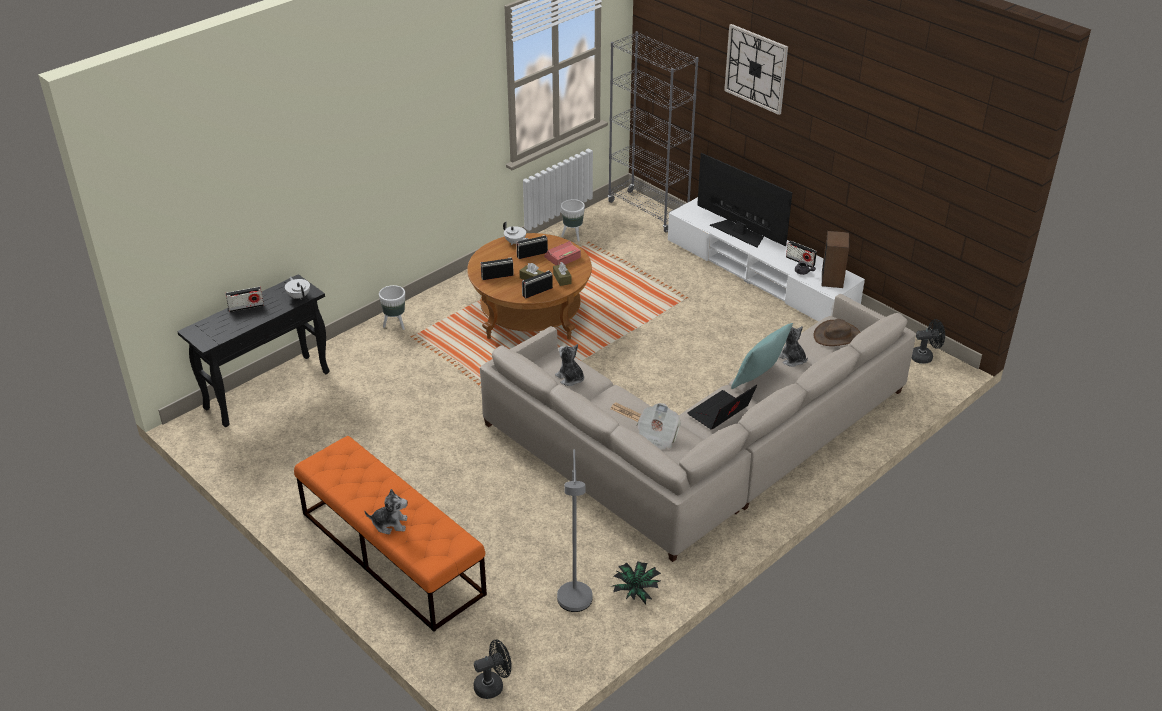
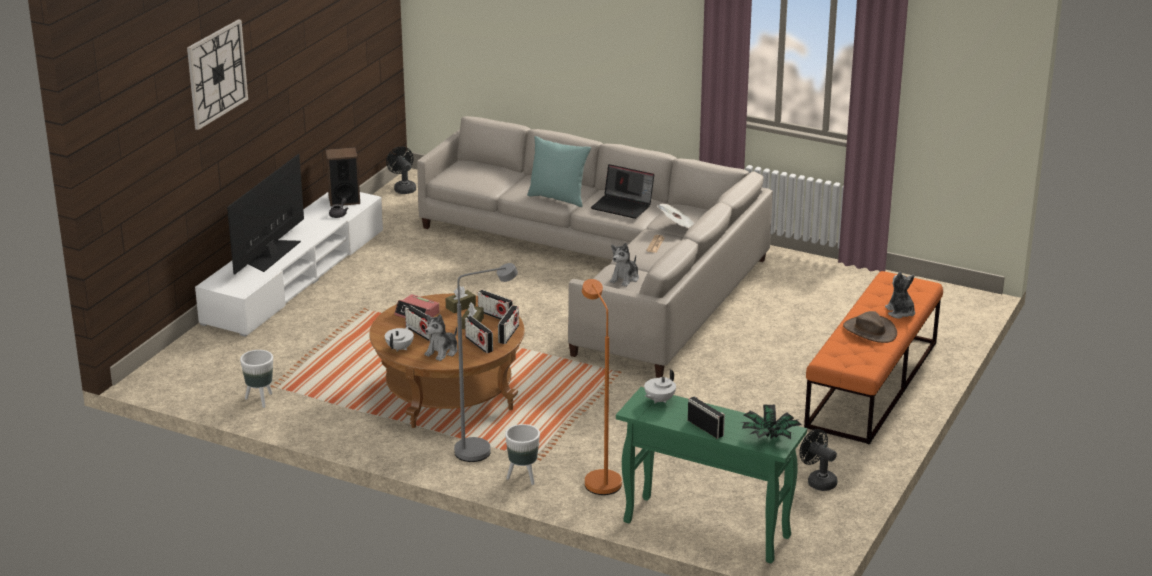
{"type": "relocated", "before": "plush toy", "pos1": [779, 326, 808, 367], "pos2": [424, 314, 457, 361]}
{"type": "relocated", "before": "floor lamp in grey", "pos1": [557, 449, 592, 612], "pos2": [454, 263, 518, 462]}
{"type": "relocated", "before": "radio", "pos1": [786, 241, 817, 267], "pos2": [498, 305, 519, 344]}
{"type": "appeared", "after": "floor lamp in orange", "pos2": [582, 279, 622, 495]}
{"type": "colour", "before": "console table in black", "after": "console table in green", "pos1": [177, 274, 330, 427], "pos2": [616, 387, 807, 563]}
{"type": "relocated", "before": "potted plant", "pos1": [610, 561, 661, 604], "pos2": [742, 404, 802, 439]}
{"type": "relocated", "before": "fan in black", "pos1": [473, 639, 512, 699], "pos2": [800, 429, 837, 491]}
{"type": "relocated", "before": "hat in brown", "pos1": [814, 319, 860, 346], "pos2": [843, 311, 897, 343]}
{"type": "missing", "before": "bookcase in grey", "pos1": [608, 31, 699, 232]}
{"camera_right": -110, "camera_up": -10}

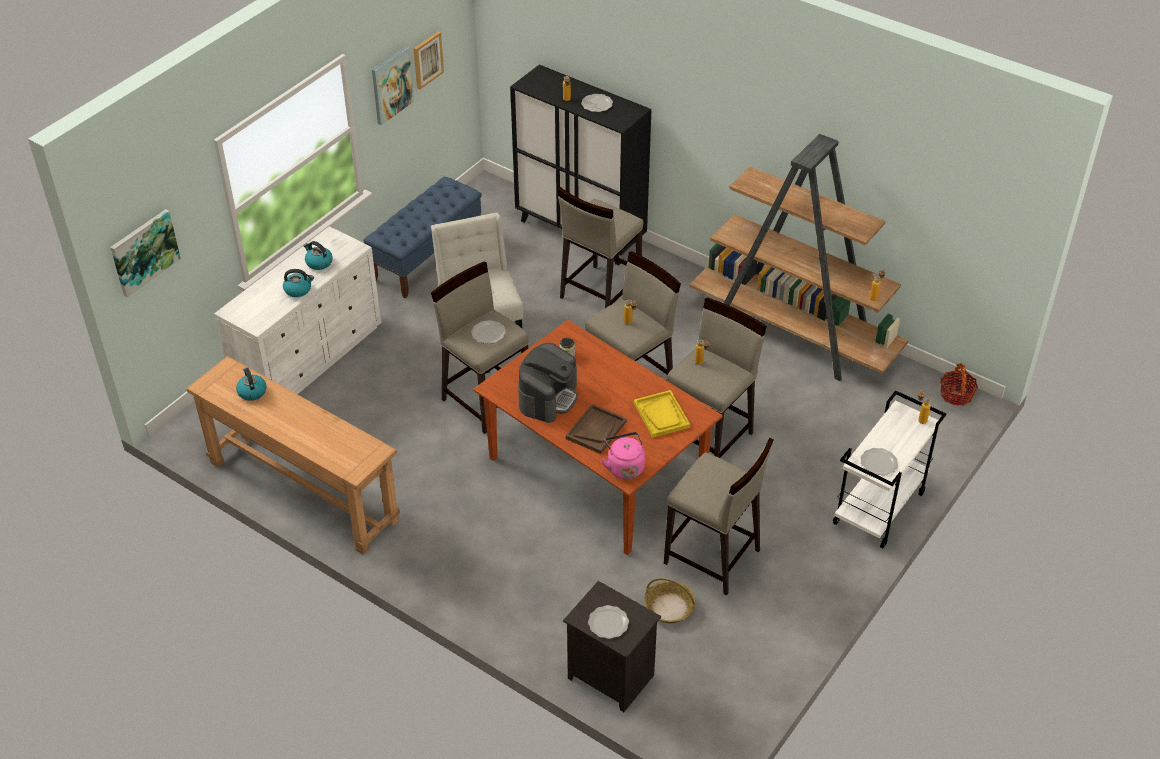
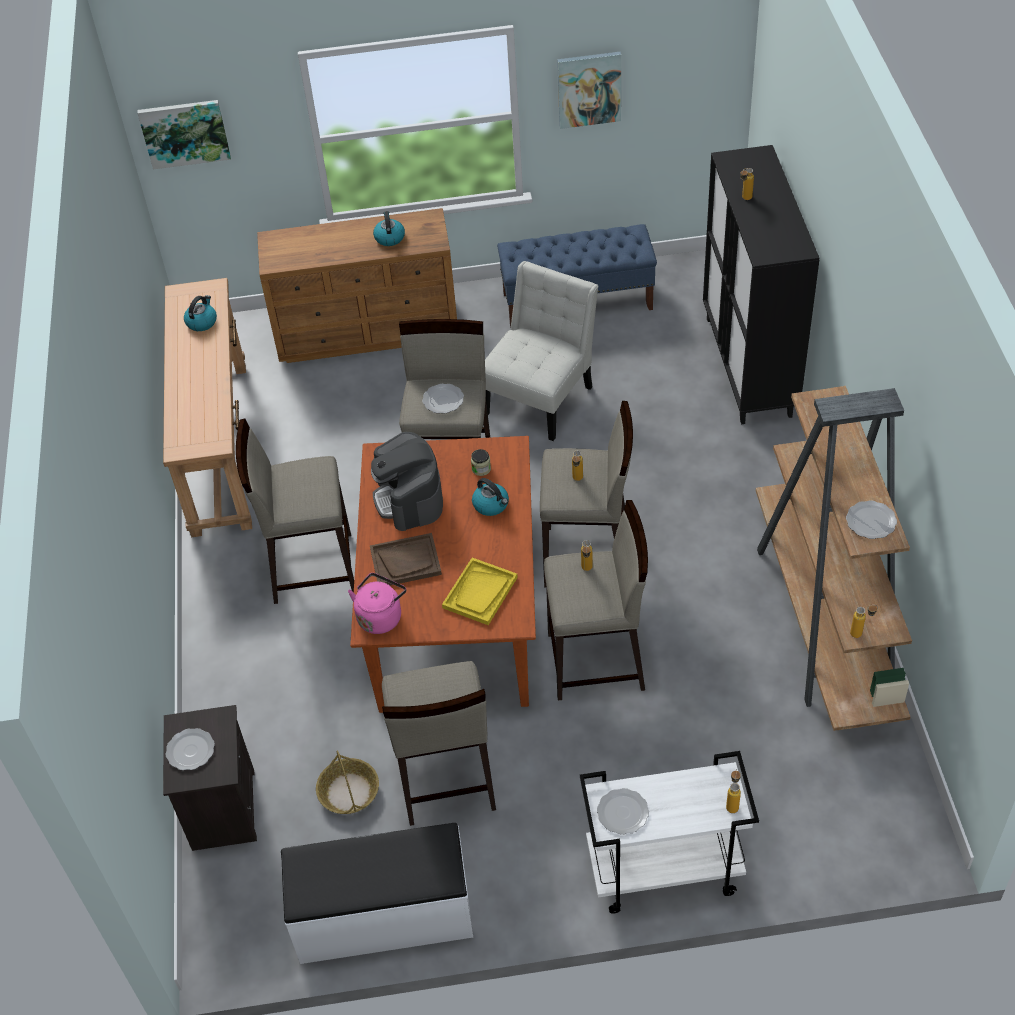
{"type": "relocated", "before": "stool in beige", "pos1": [557, 186, 643, 308], "pos2": [236, 418, 354, 604]}
{"type": "colour", "before": "dresser in white", "after": "dresser in brown", "pos1": [214, 226, 381, 394], "pos2": [257, 208, 457, 363]}
{"type": "appeared", "after": "bench in white", "pos2": [281, 823, 473, 964]}
{"type": "spun", "before": "coffee machine", "pos1": [518, 343, 578, 423], "pos2": [371, 432, 443, 531], "turn": 90}
{"type": "relocated", "before": "kettle", "pos1": [283, 269, 314, 297], "pos2": [472, 478, 509, 516]}
{"type": "relocated", "before": "plate", "pos1": [581, 94, 613, 112], "pos2": [846, 500, 897, 539]}
{"type": "missing", "before": "picture", "pos1": [413, 31, 444, 90]}
{"type": "missing", "before": "basket", "pos1": [940, 363, 978, 405]}
{"camera_right": 50, "camera_up": 5}

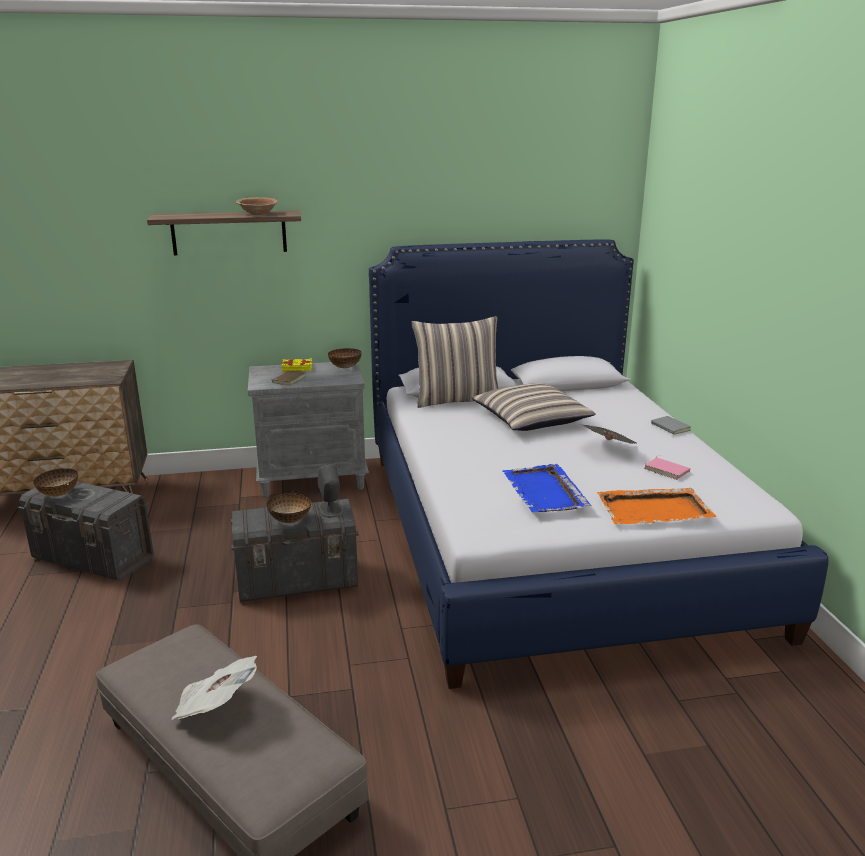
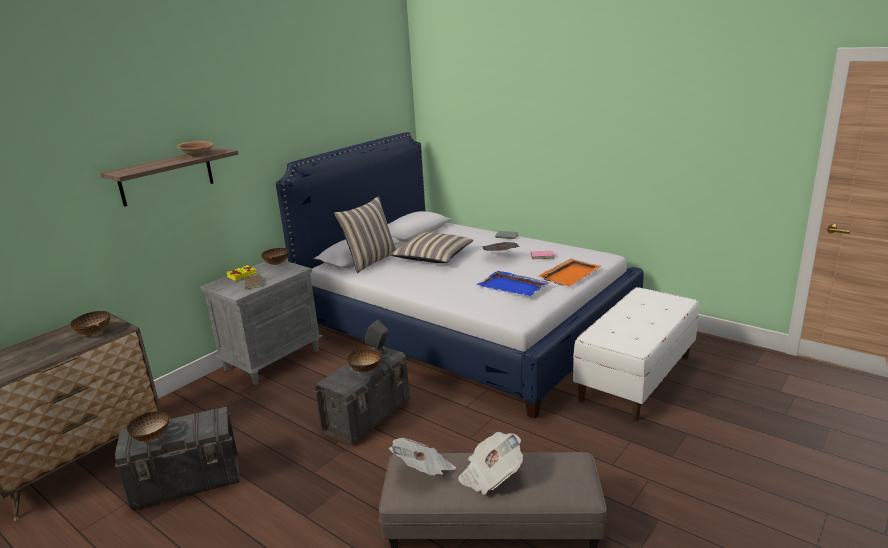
{"type": "appeared", "after": "bowl", "pos2": [70, 311, 110, 336]}
{"type": "appeared", "after": "newspaper", "pos2": [389, 438, 456, 476]}
{"type": "appeared", "after": "bench in white", "pos2": [573, 287, 699, 421]}
{"camera_right": -40, "camera_up": 0}

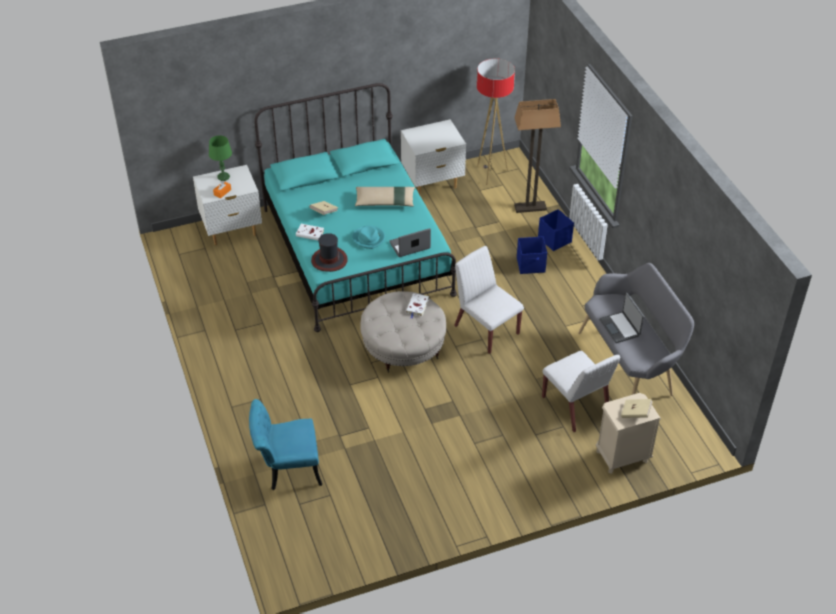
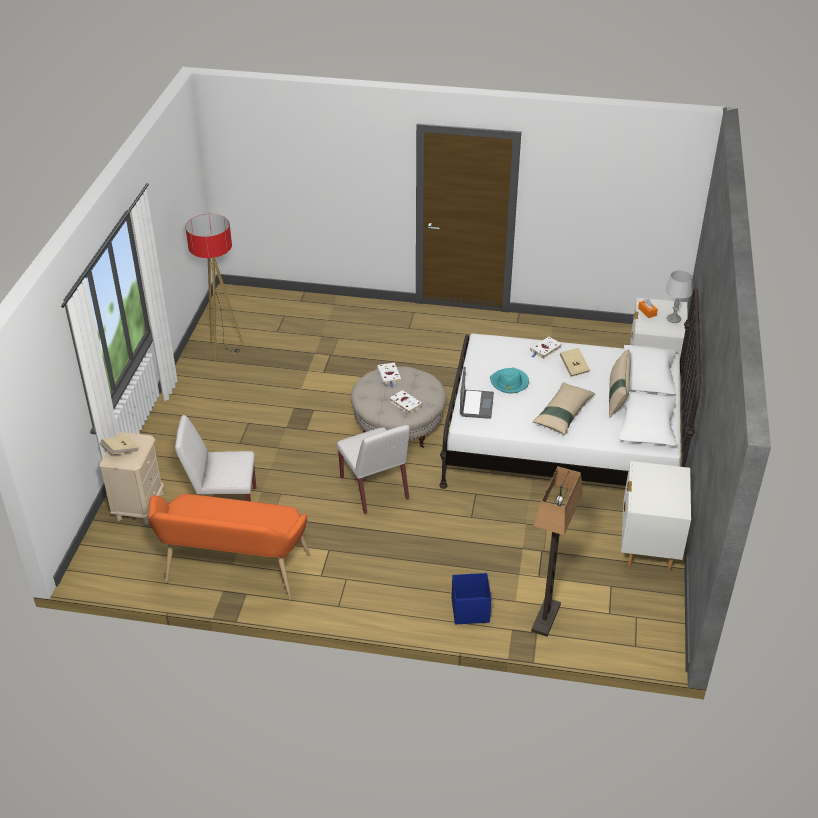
{"type": "colour", "before": "bench in grey", "after": "bench in orange", "pos1": [578, 263, 694, 396], "pos2": [148, 494, 311, 600]}
{"type": "relocated", "before": "floor lamp", "pos1": [477, 58, 515, 185], "pos2": [186, 214, 244, 362]}
{"type": "spun", "before": "chair in white", "pos1": [454, 246, 524, 354], "pos2": [336, 425, 410, 514], "turn": 75}
{"type": "appeared", "after": "book in white", "pos2": [377, 362, 401, 388]}
{"type": "colour", "before": "bed in turquoise", "after": "bed in white", "pos1": [254, 83, 457, 332], "pos2": [439, 288, 701, 489]}
{"type": "appeared", "after": "pillow in beige", "pos2": [609, 349, 630, 418]}
{"type": "colour", "before": "table lamp in green", "after": "table lamp in grey", "pos1": [209, 135, 232, 181], "pos2": [665, 270, 693, 323]}
{"type": "missing", "before": "chair in turquoise", "pos1": [249, 399, 322, 490]}
{"type": "missing", "before": "hat", "pos1": [311, 233, 348, 272]}
{"type": "missing", "before": "storage box in blue", "pos1": [517, 237, 547, 274]}
{"type": "missing", "before": "laptop", "pos1": [599, 293, 644, 343]}
{"camera_right": 120, "camera_up": -5}

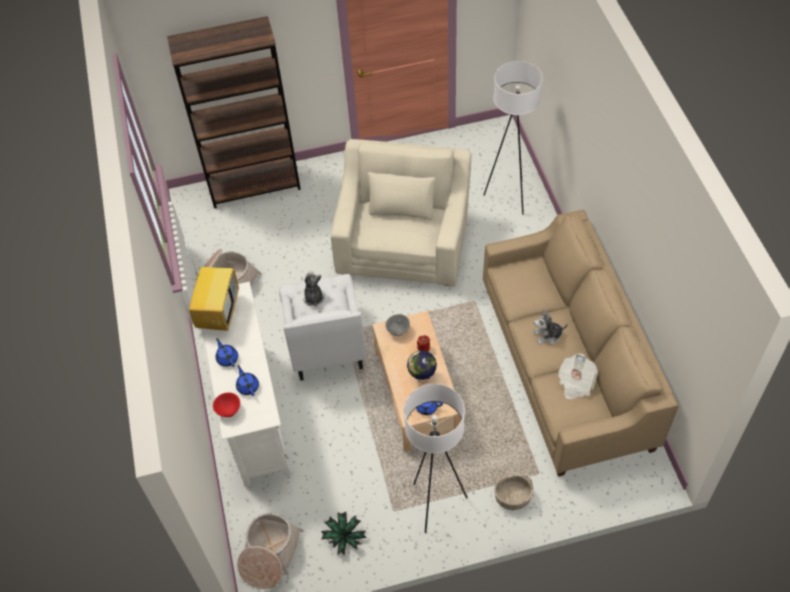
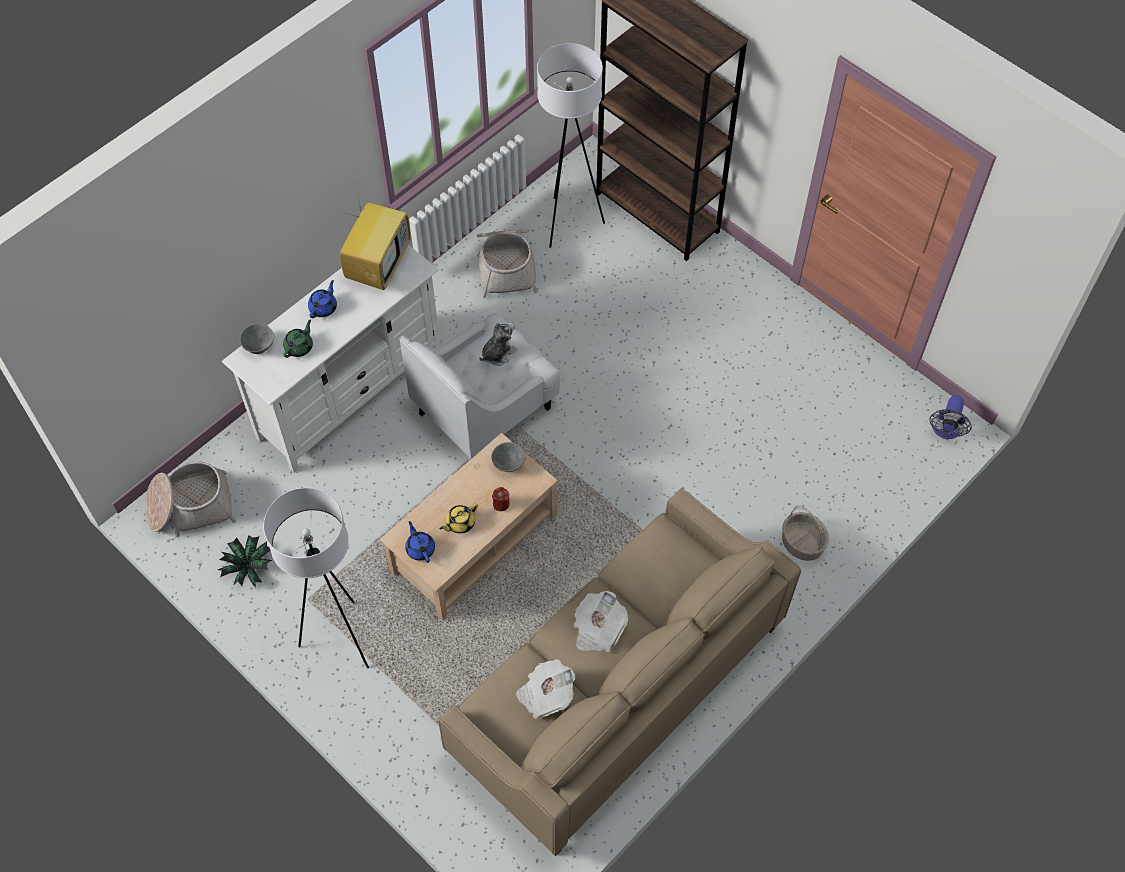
{"type": "colour", "before": "bowl in red", "after": "bowl in grey", "pos1": [213, 392, 240, 417], "pos2": [240, 324, 274, 354]}
{"type": "colour", "before": "teapot in blue", "after": "teapot in green", "pos1": [236, 365, 259, 396], "pos2": [283, 320, 313, 358]}
{"type": "spun", "before": "television", "pos1": [189, 259, 239, 331], "pos2": [340, 186, 411, 290], "turn": -45}
{"type": "exchanged", "before": "globe", "after": "teapot in yellow", "pos1": [407, 350, 437, 383], "pos2": [440, 503, 478, 534]}
{"type": "relocated", "before": "floor lamp in white", "pos1": [484, 61, 543, 215], "pos2": [537, 43, 605, 248]}
{"type": "exchanged", "before": "plush toy", "after": "newspaper", "pos1": [534, 309, 568, 345], "pos2": [573, 591, 628, 652]}
{"type": "relocated", "before": "basket", "pos1": [494, 474, 533, 510], "pos2": [782, 505, 829, 561]}
{"type": "appeared", "after": "fan", "pos2": [929, 395, 972, 439]}
{"type": "missing", "before": "armchair in beige", "pos1": [330, 139, 472, 287]}
{"camera_right": 55, "camera_up": 5}

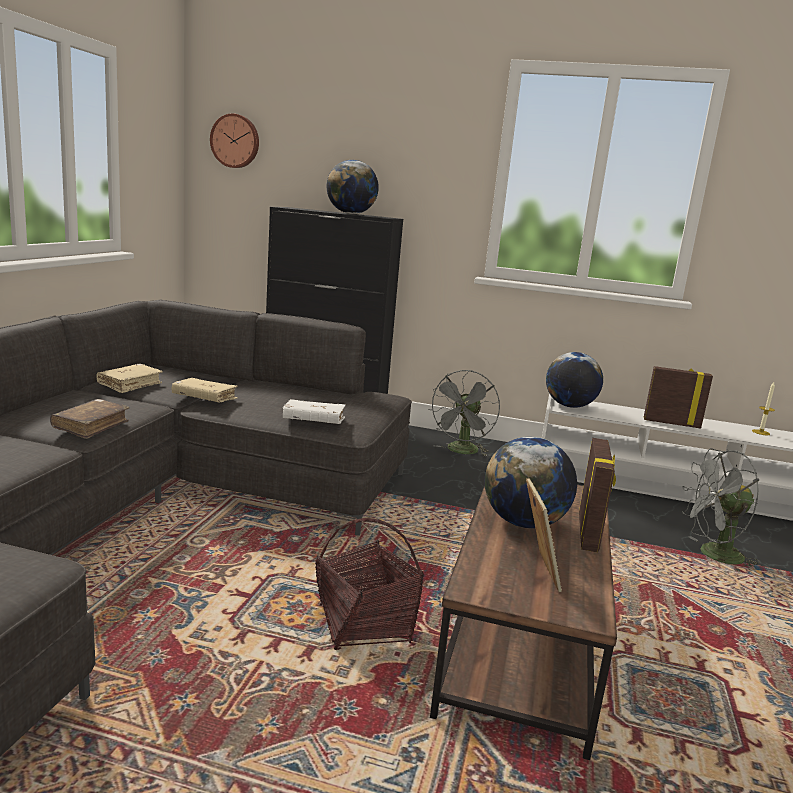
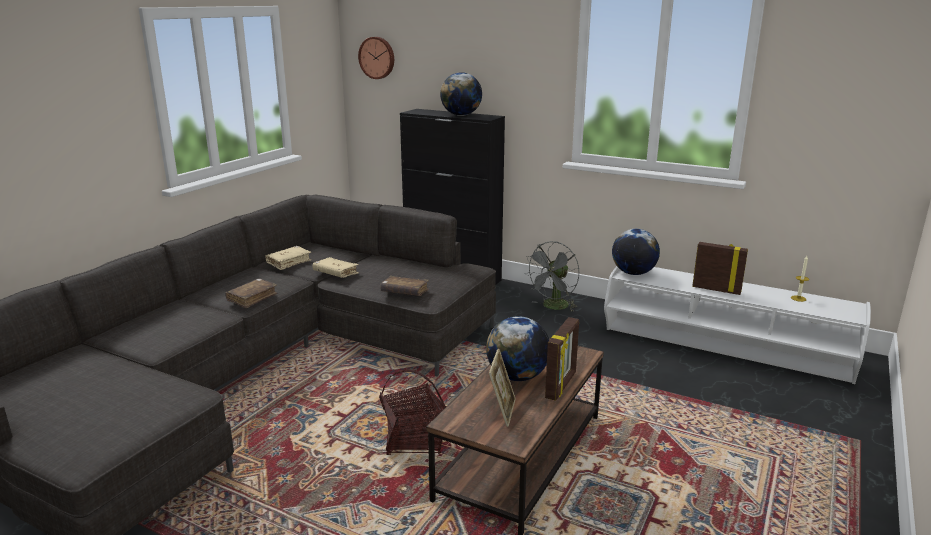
{"type": "colour", "before": "book in white", "after": "book in brown", "pos1": [283, 399, 346, 424], "pos2": [380, 276, 429, 296]}
{"type": "missing", "before": "fan in grey", "pos1": [682, 448, 760, 573]}
{"camera_right": 15, "camera_up": 5}

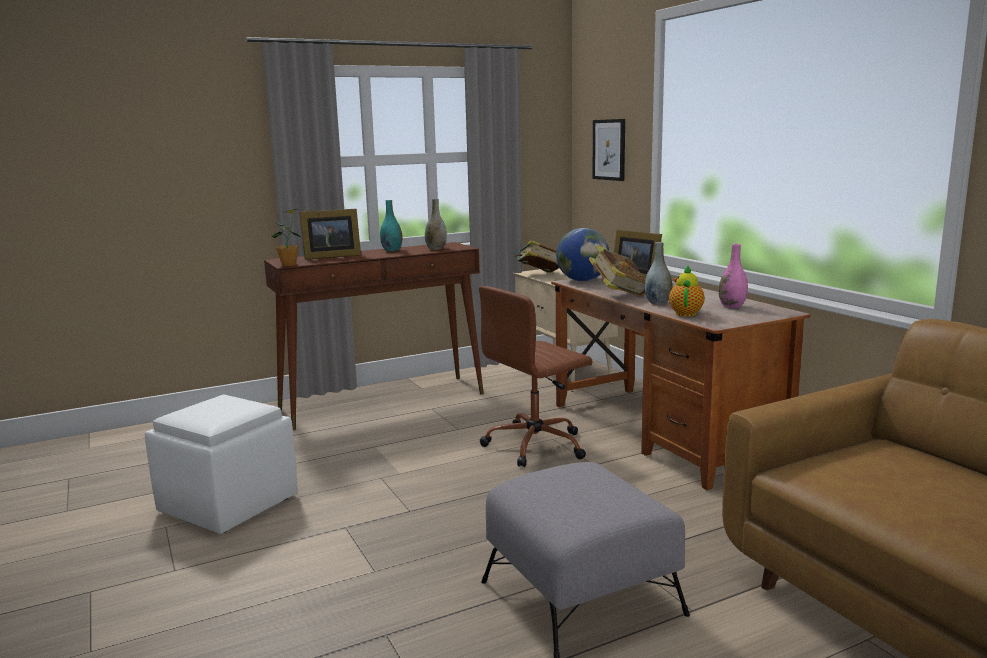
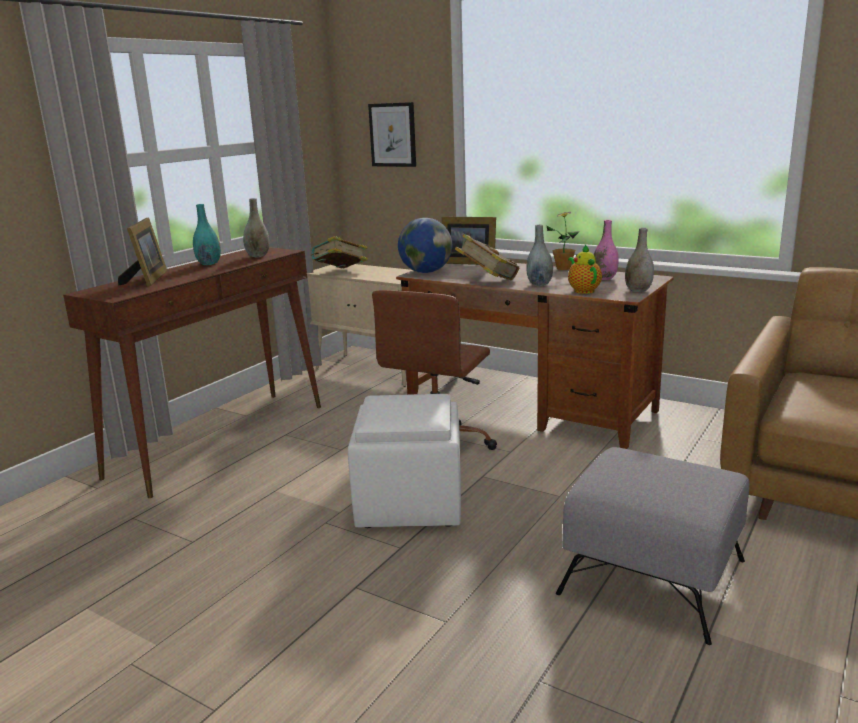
{"type": "spun", "before": "picture frame", "pos1": [300, 209, 361, 260], "pos2": [118, 217, 167, 287], "turn": -45}
{"type": "relocated", "before": "ottoman in white", "pos1": [145, 395, 298, 534], "pos2": [348, 394, 461, 528]}
{"type": "relocated", "before": "potted plant", "pos1": [271, 209, 300, 266], "pos2": [546, 212, 580, 270]}
{"type": "appeared", "after": "vase in grey", "pos2": [625, 227, 654, 292]}
{"camera_right": -30, "camera_up": 5}

